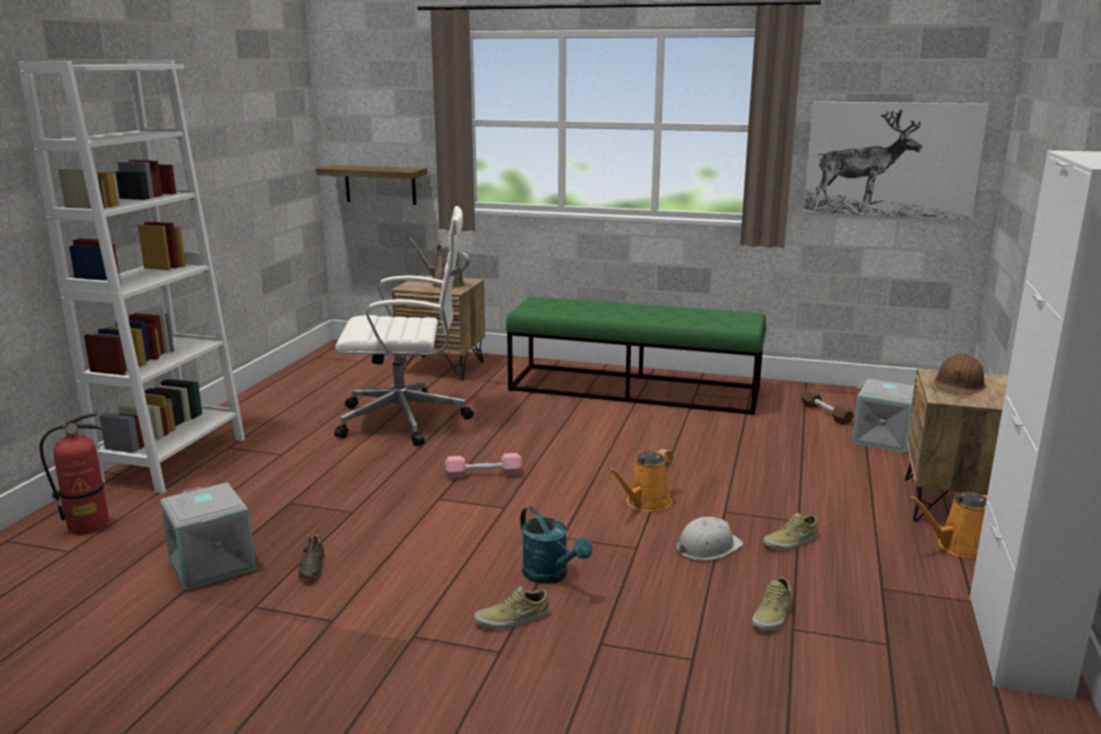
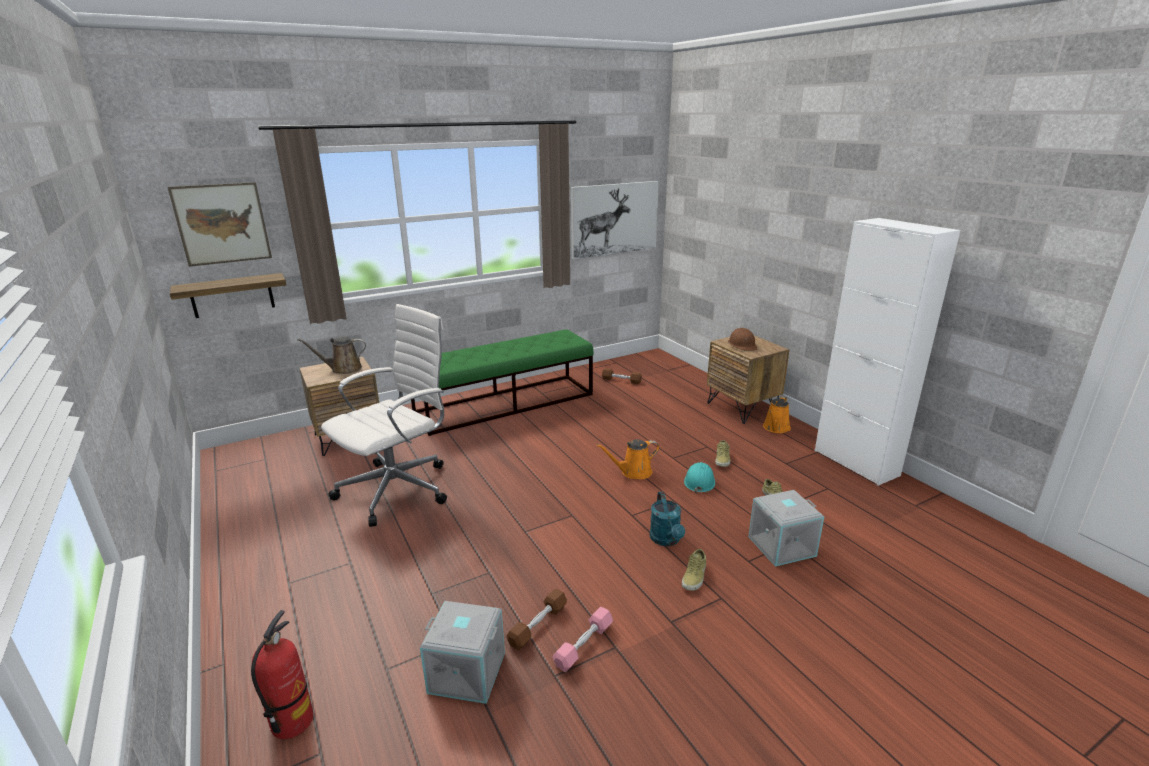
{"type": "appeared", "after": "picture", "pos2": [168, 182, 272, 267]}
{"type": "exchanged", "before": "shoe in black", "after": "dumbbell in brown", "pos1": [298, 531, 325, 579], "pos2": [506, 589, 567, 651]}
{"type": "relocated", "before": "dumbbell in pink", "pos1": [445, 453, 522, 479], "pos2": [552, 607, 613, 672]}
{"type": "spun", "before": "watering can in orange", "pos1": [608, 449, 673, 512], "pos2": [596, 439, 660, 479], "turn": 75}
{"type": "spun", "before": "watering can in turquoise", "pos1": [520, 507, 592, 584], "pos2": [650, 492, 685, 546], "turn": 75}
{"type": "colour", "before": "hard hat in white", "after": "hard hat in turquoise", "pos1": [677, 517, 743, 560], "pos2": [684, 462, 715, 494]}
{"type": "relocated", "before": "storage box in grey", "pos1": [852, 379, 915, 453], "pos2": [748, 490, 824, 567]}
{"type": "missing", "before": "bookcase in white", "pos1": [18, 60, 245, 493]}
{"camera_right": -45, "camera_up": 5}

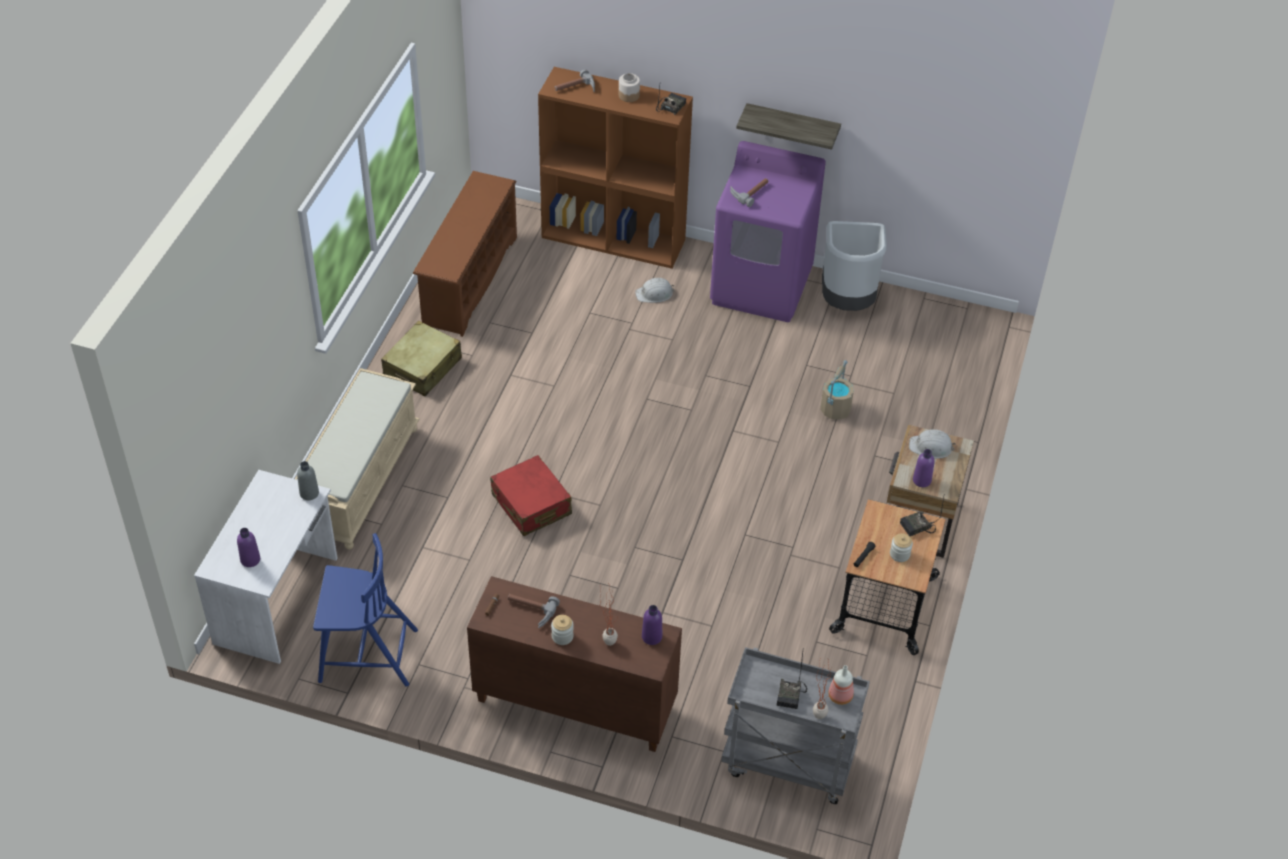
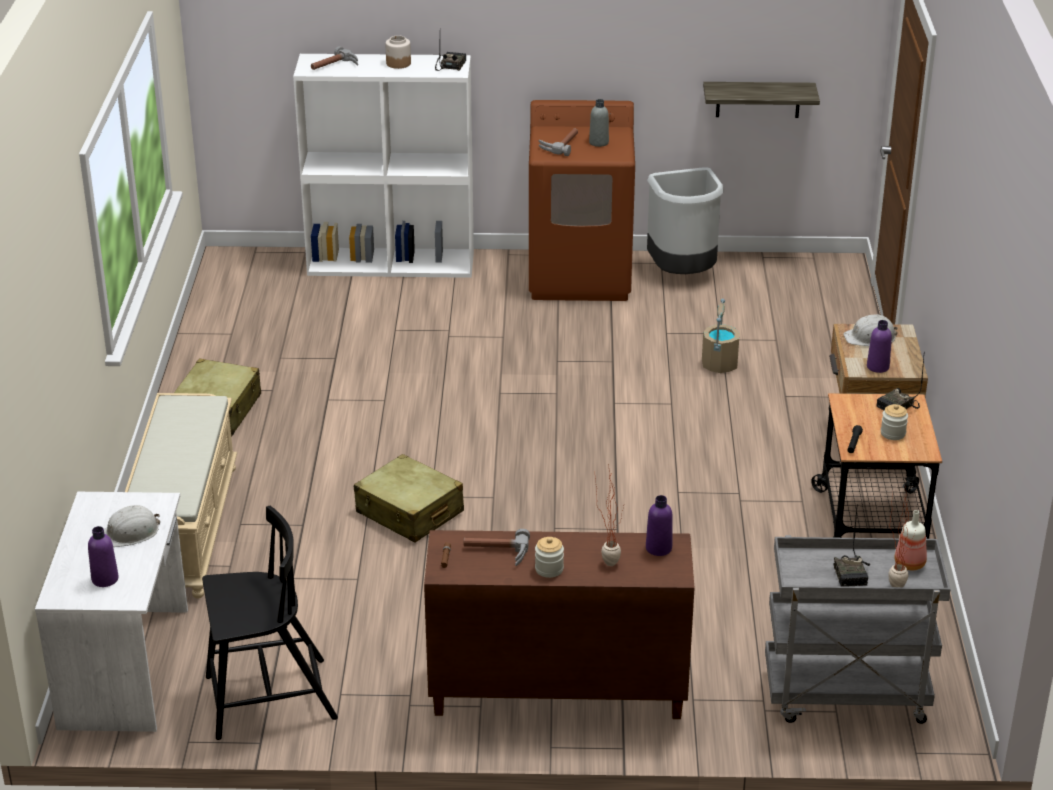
{"type": "relocated", "before": "hard hat in white", "pos1": [635, 278, 674, 303], "pos2": [104, 505, 160, 547]}
{"type": "colour", "before": "chair in blue", "after": "chair in black", "pos1": [313, 533, 418, 687], "pos2": [202, 506, 338, 740]}
{"type": "colour", "before": "bookcase in brown", "after": "bookcase in white", "pos1": [538, 67, 693, 269], "pos2": [293, 54, 474, 278]}
{"type": "colour", "before": "suitcase in red", "after": "suitcase in beige", "pos1": [490, 455, 572, 536], "pos2": [354, 454, 464, 542]}
{"type": "colour", "before": "washing machine in purple", "after": "washing machine in brown", "pos1": [710, 141, 826, 322], "pos2": [529, 100, 635, 301]}
{"type": "relocated", "before": "bottle in grey", "pos1": [297, 461, 319, 500], "pos2": [589, 99, 609, 147]}
{"type": "relocated", "before": "shelf", "pos1": [736, 103, 841, 150], "pos2": [703, 82, 820, 118]}
{"type": "missing", "before": "shoe rack in brown", "pos1": [413, 171, 517, 337]}
{"camera_right": -15, "camera_up": -15}

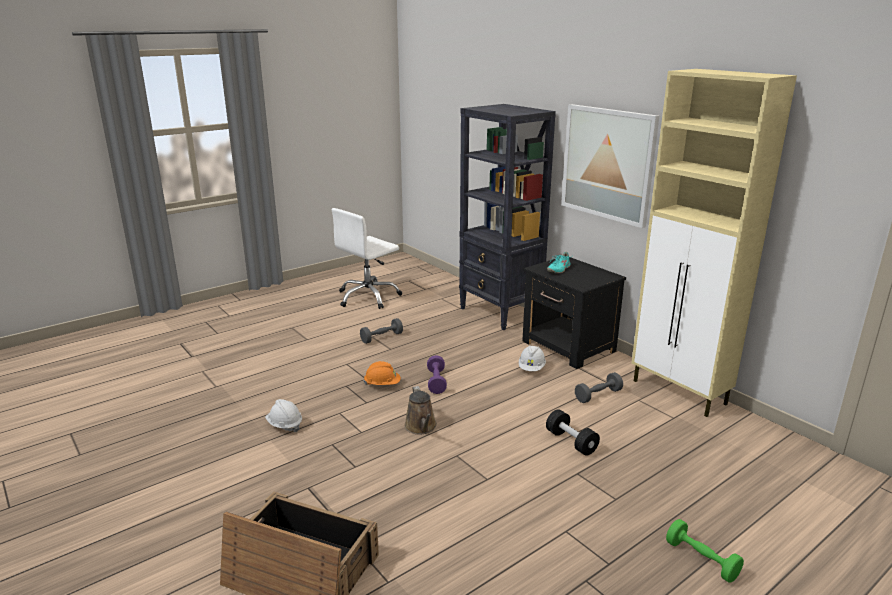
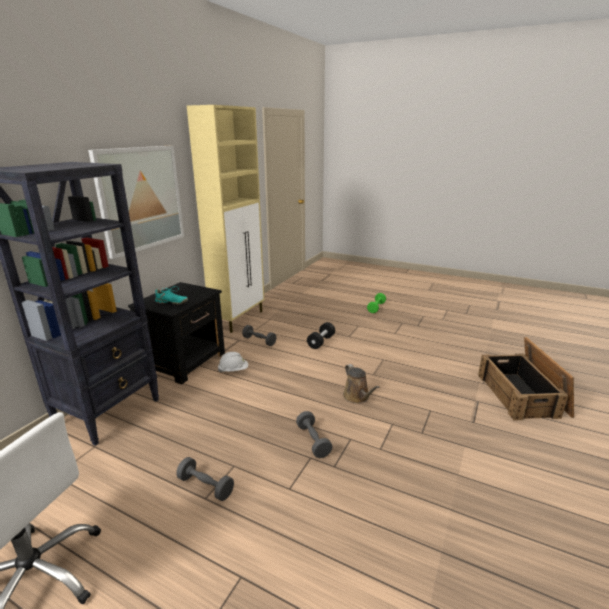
{"type": "exchanged", "before": "hard hat in orange", "after": "dumbbell in grey", "pos1": [364, 361, 401, 385], "pos2": [296, 411, 333, 458]}
{"type": "spun", "before": "watering can in brown", "pos1": [404, 386, 437, 434], "pos2": [343, 364, 380, 404], "turn": 105}
{"type": "missing", "before": "hard hat in white", "pos1": [265, 399, 302, 432]}
{"type": "missing", "before": "dumbbell in purple", "pos1": [427, 355, 447, 394]}
{"camera_right": -115, "camera_up": 0}

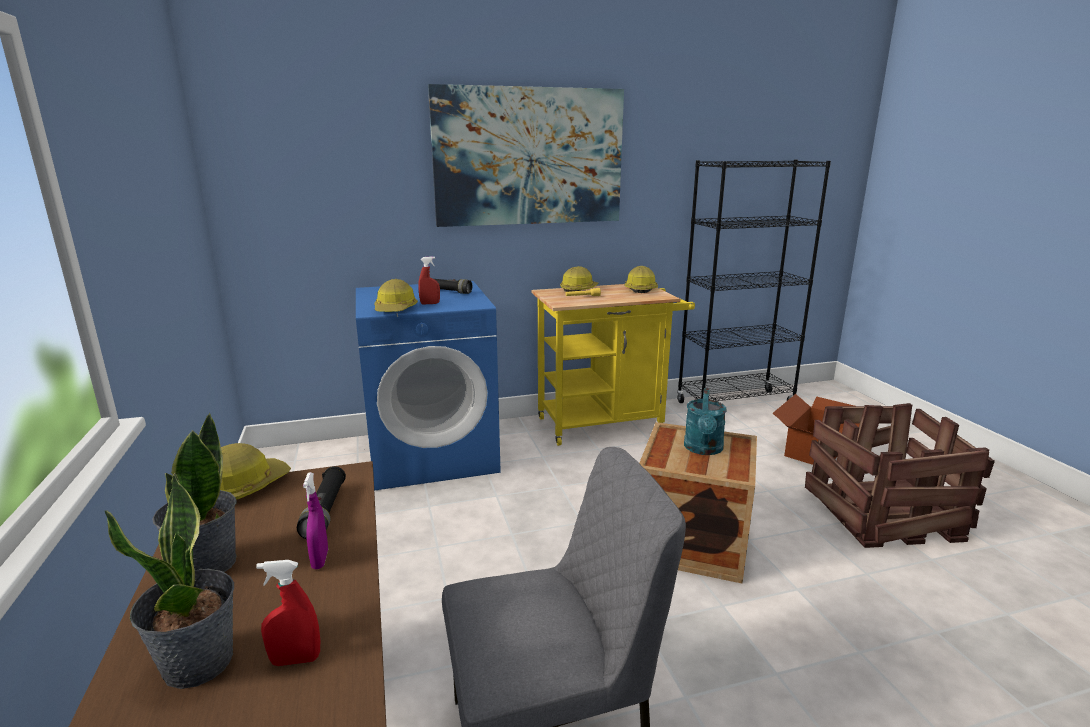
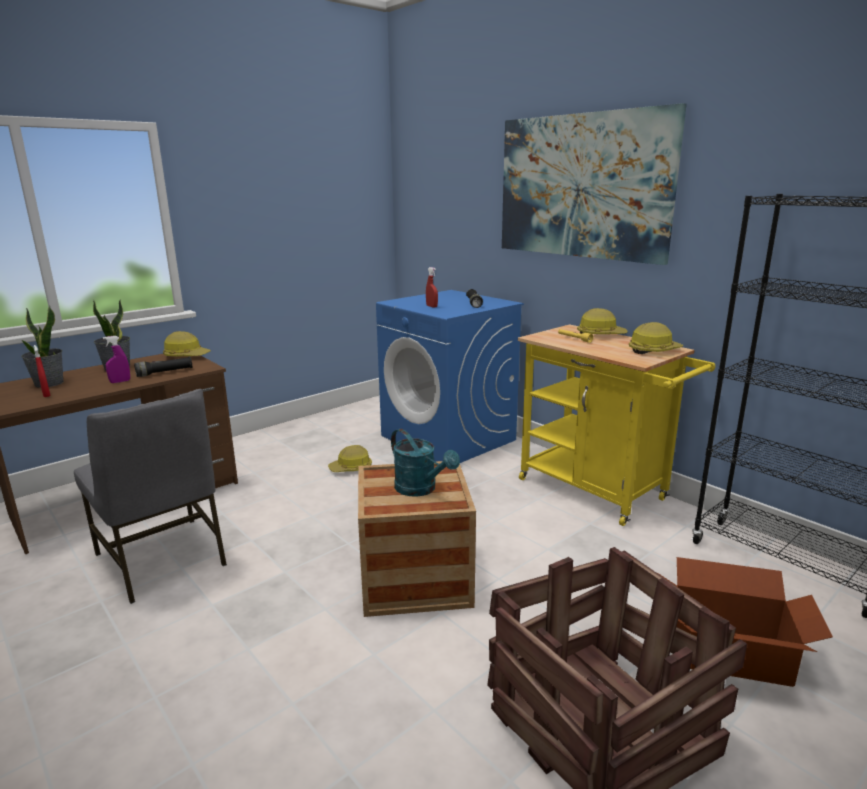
{"type": "relocated", "before": "hard hat", "pos1": [374, 279, 418, 312], "pos2": [328, 445, 372, 472]}
{"type": "spun", "before": "watering can in turquoise", "pos1": [684, 388, 726, 455], "pos2": [391, 429, 460, 497], "turn": -120}
{"camera_right": 65, "camera_up": 0}

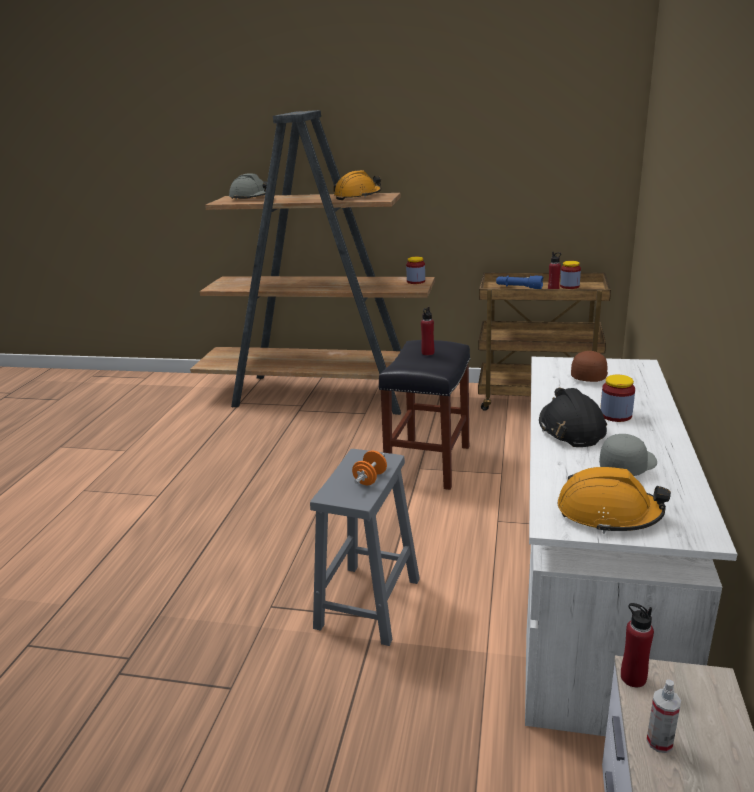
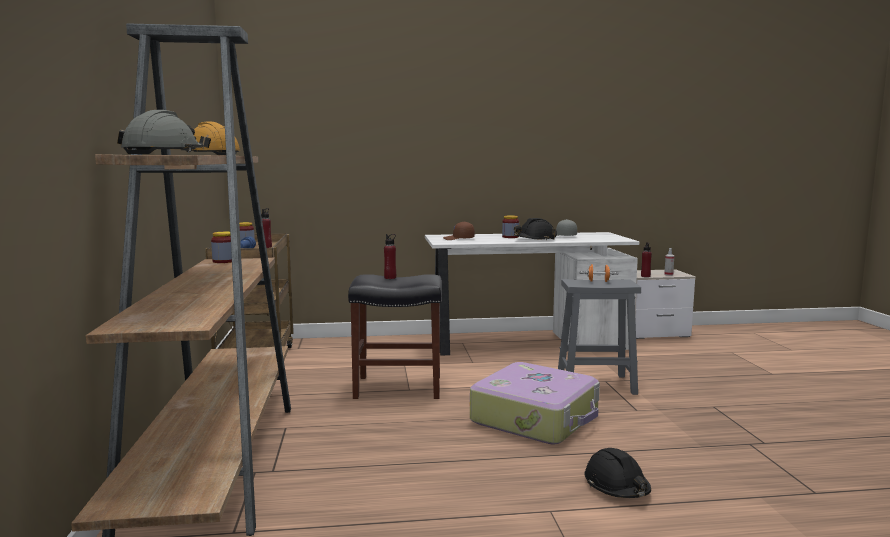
{"type": "appeared", "after": "suitcase", "pos2": [470, 362, 600, 444]}
{"type": "appeared", "after": "hard hat in black", "pos2": [584, 448, 651, 498]}
{"type": "missing", "before": "hard hat in orange", "pos1": [558, 467, 671, 533]}
{"camera_right": -110, "camera_up": -15}

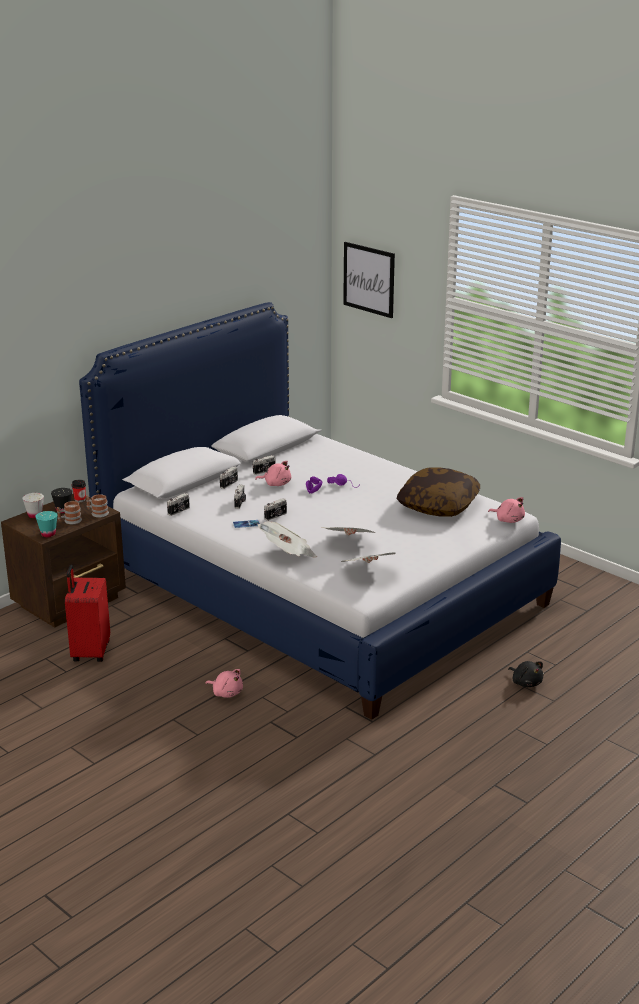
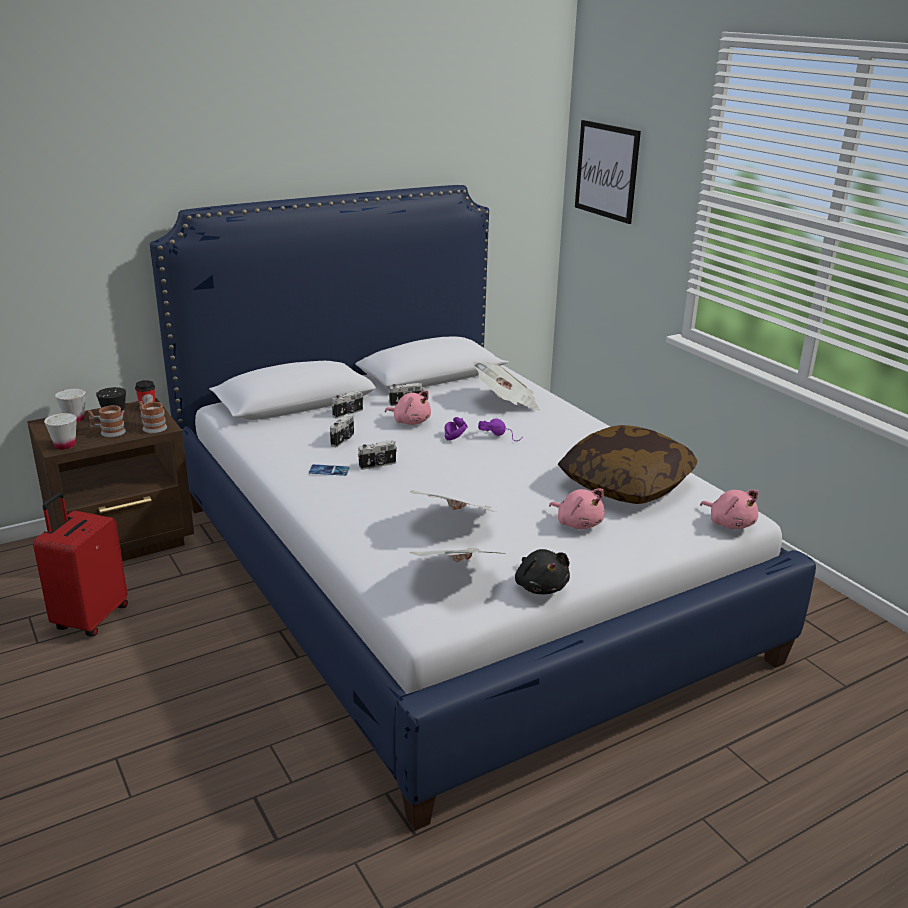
{"type": "colour", "before": "cup in turquoise", "after": "cup in white", "pos1": [35, 511, 58, 537], "pos2": [44, 413, 77, 450]}
{"type": "relocated", "before": "newspaper", "pos1": [258, 522, 317, 558], "pos2": [473, 362, 539, 410]}
{"type": "relocated", "before": "plush toy in black", "pos1": [508, 661, 543, 687], "pos2": [515, 549, 570, 594]}
{"type": "relocated", "before": "plush toy in pink", "pos1": [205, 669, 243, 698], "pos2": [549, 489, 605, 529]}
{"type": "missing", "before": "photo camera", "pos1": [167, 493, 190, 516]}
{"camera_right": 15, "camera_up": 0}

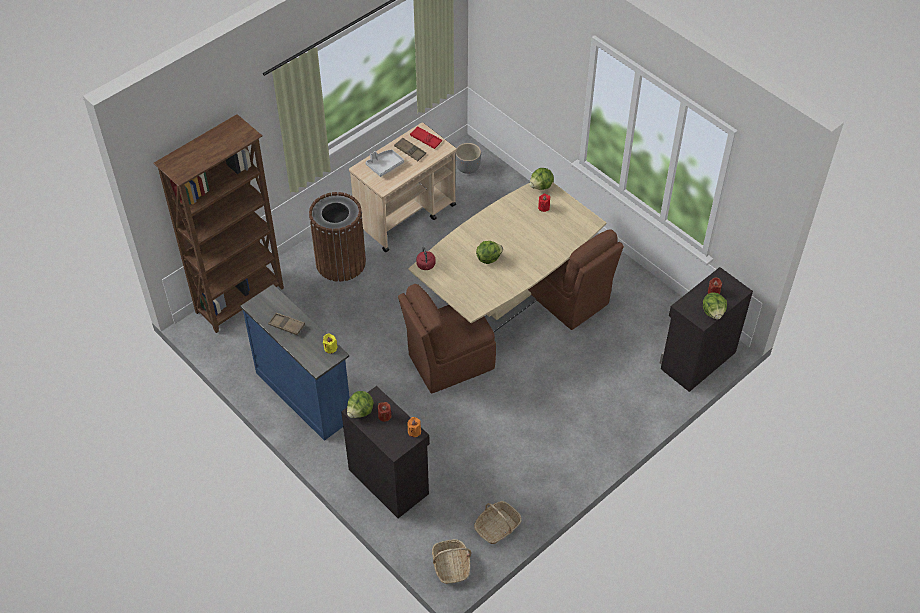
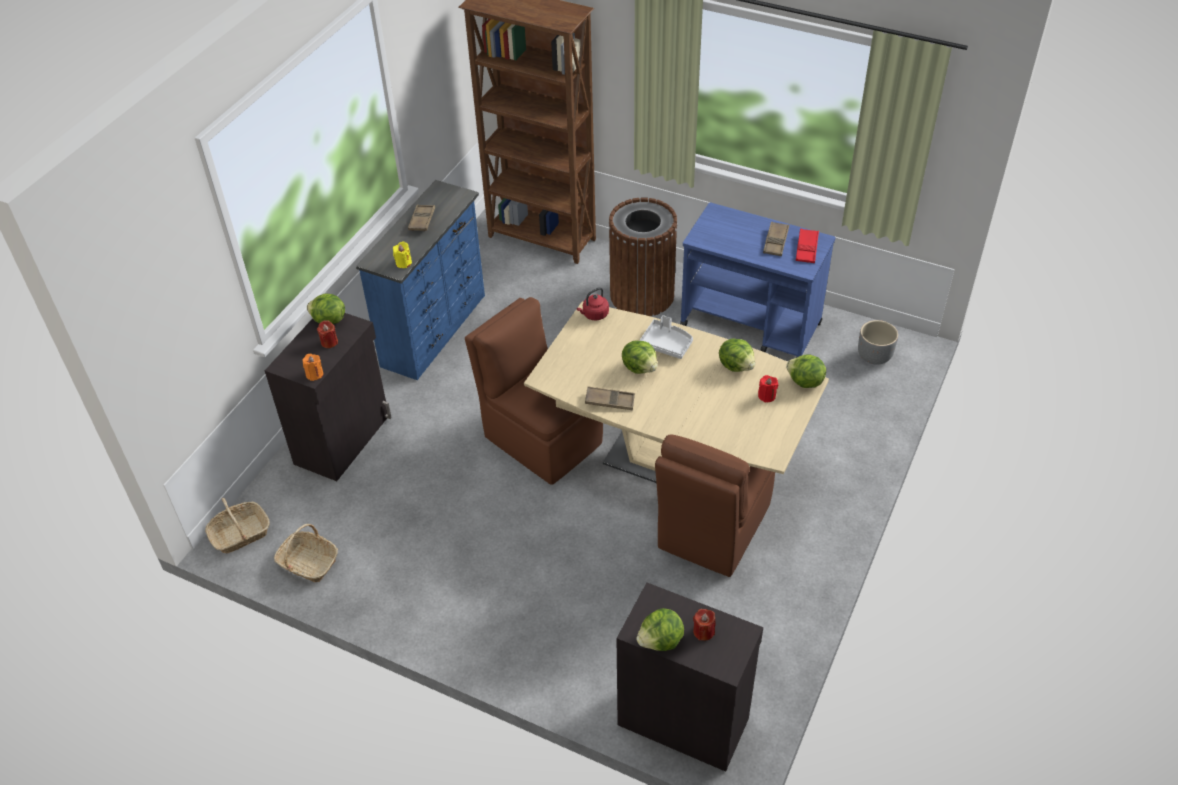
{"type": "appeared", "after": "tray in brown", "pos2": [585, 387, 635, 410]}
{"type": "relocated", "before": "tray in grey", "pos1": [365, 150, 404, 177], "pos2": [639, 315, 693, 359]}
{"type": "colour", "before": "cart in beige", "after": "cart in blue", "pos1": [349, 122, 456, 252], "pos2": [680, 203, 836, 358]}
{"type": "appeared", "after": "lettuce", "pos2": [719, 339, 755, 372]}
{"camera_right": 70, "camera_up": -5}

